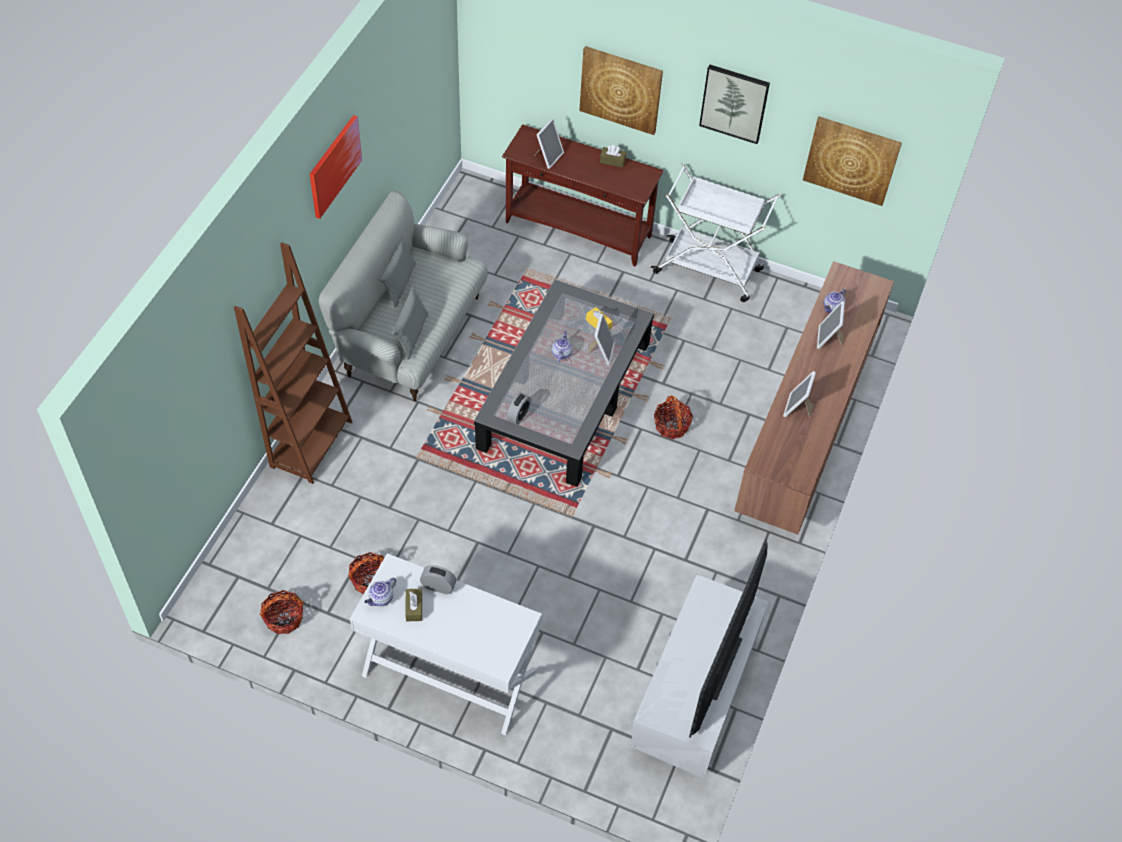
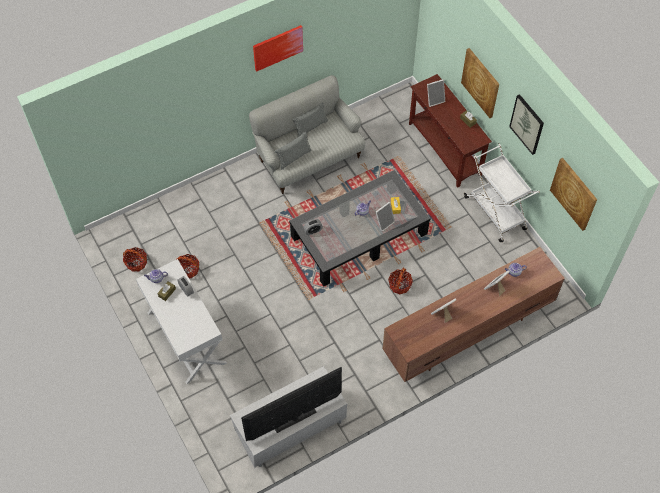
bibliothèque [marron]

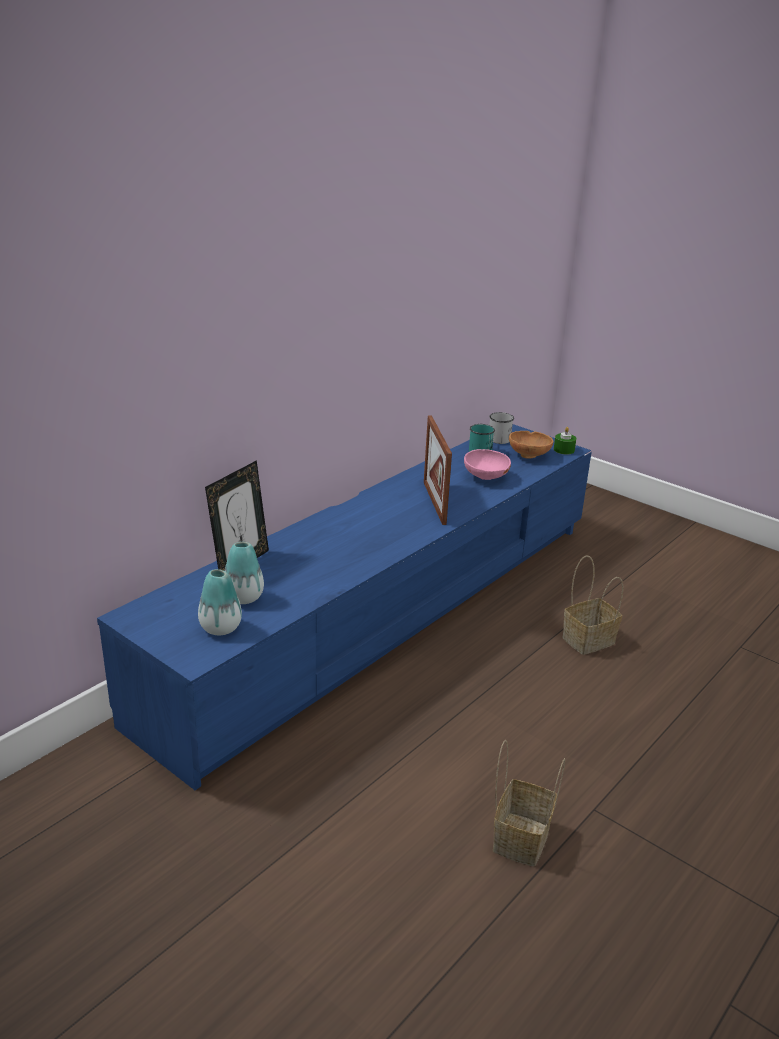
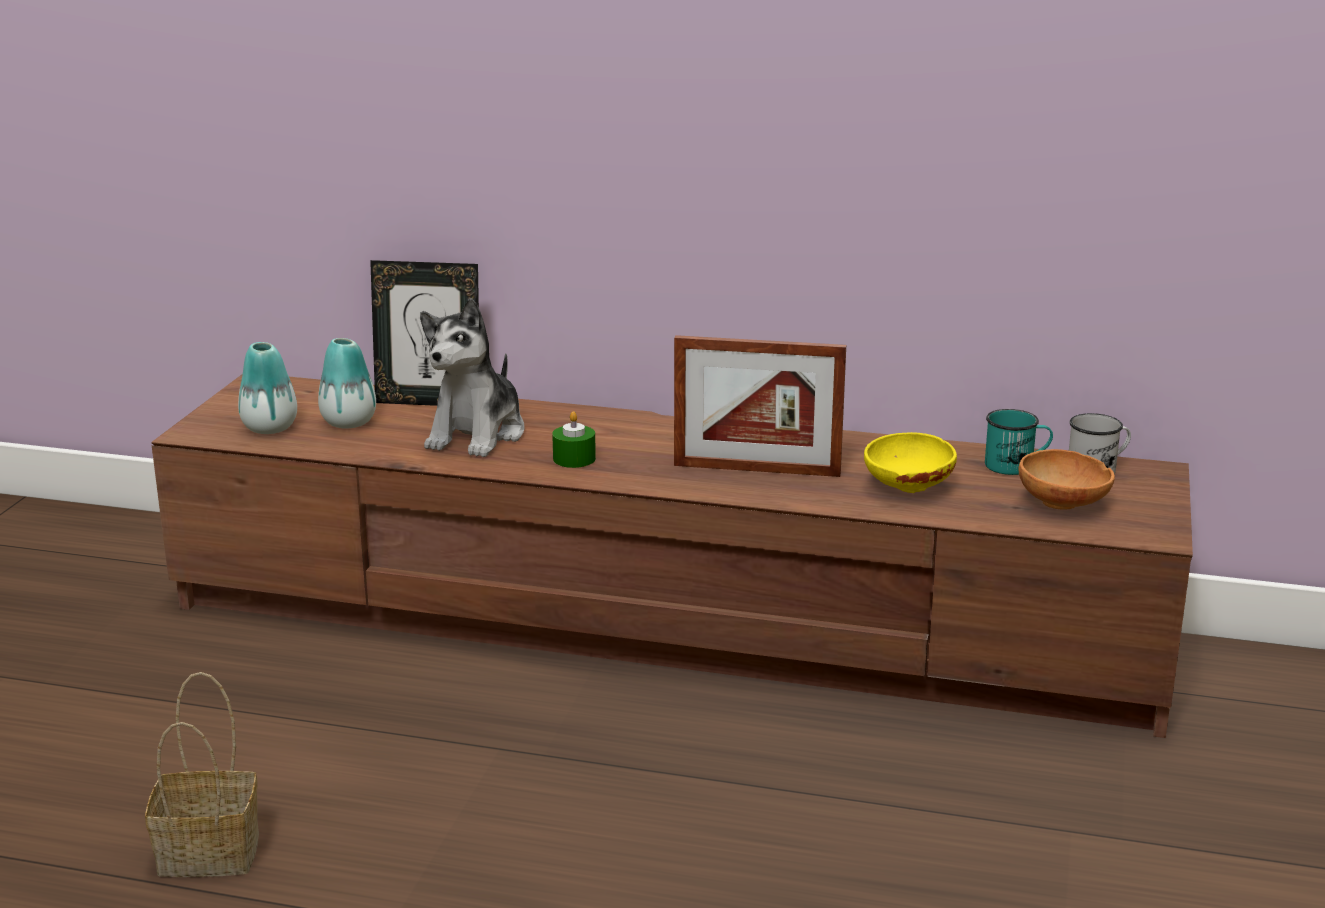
panier (no. 2 from left in the first image)
peluche
bougie [vert]
meuble télé [marron]
bol [jaune]
cadre photo (no. 2 from left)

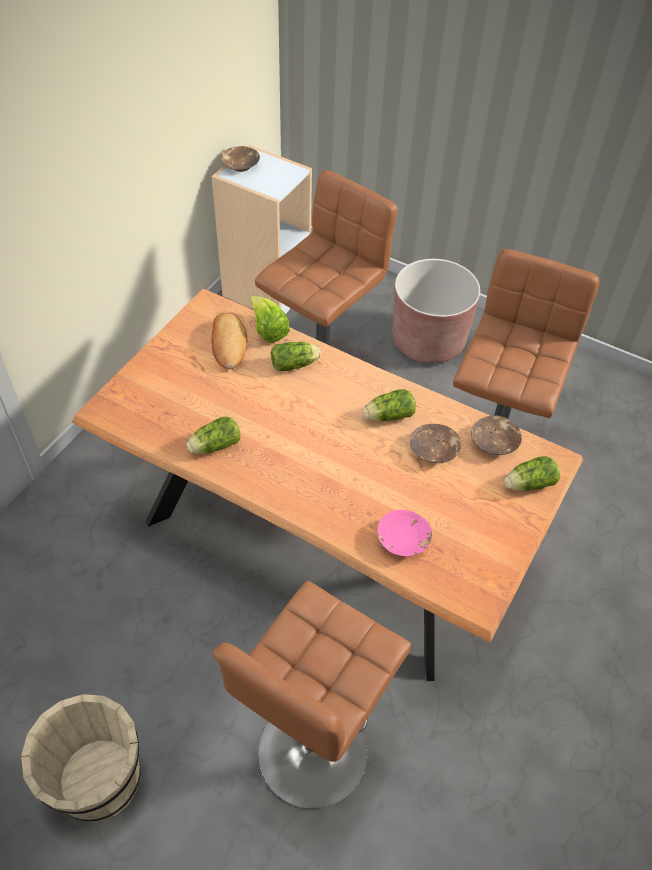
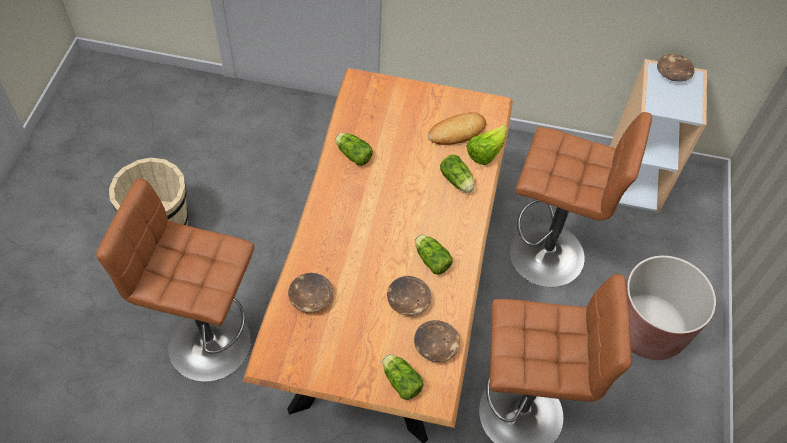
bol [marron] (no. 1 from left)

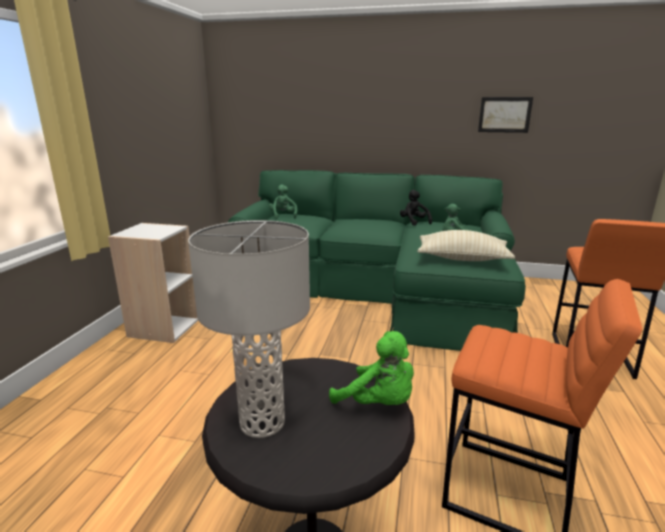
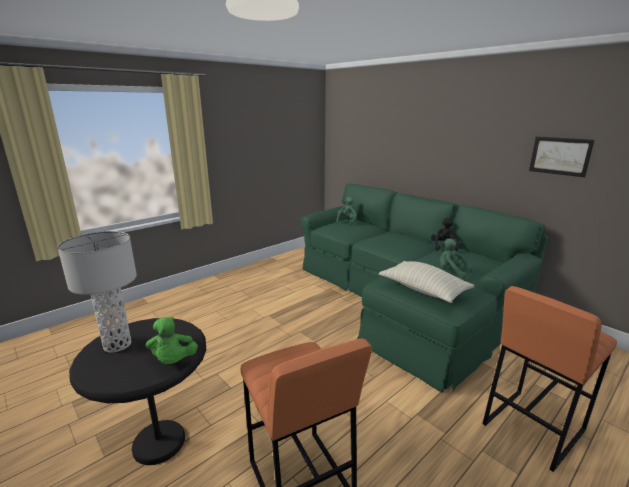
bibliothèque

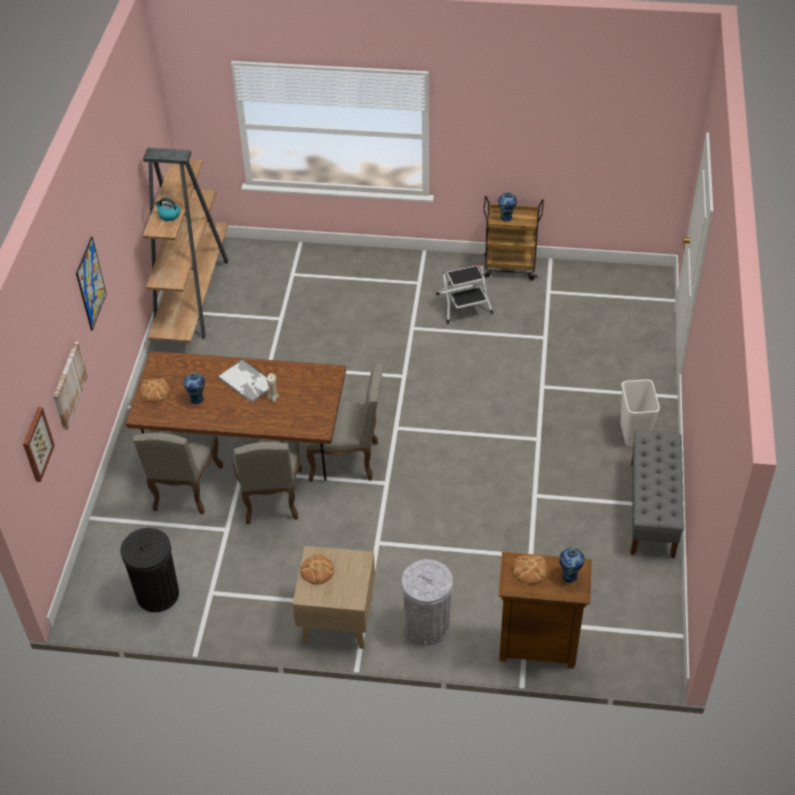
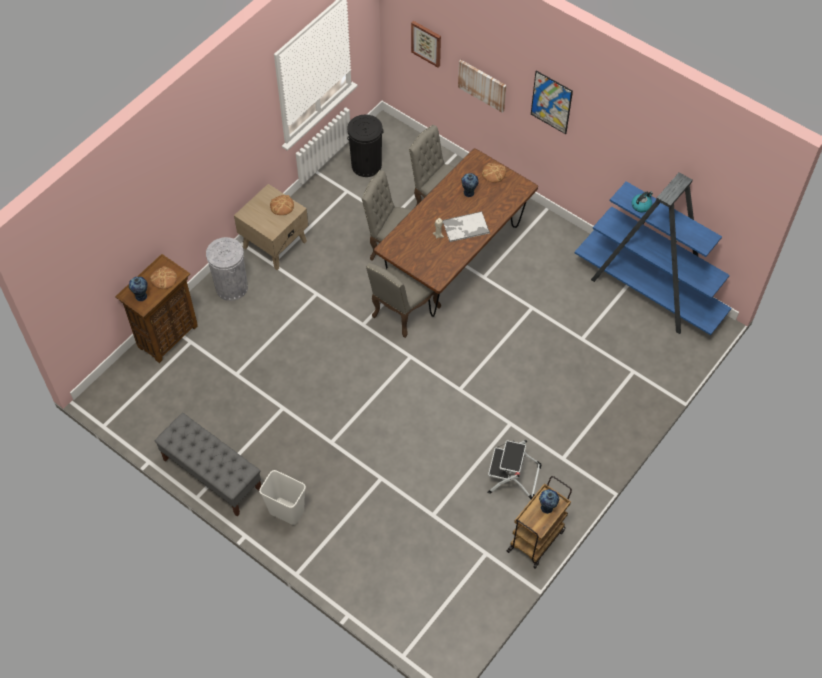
bibliothèque [bleu]

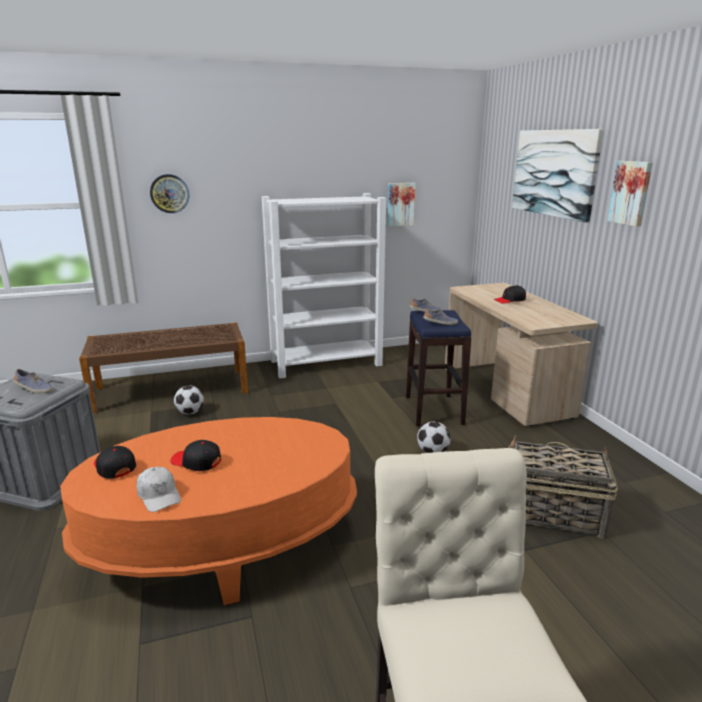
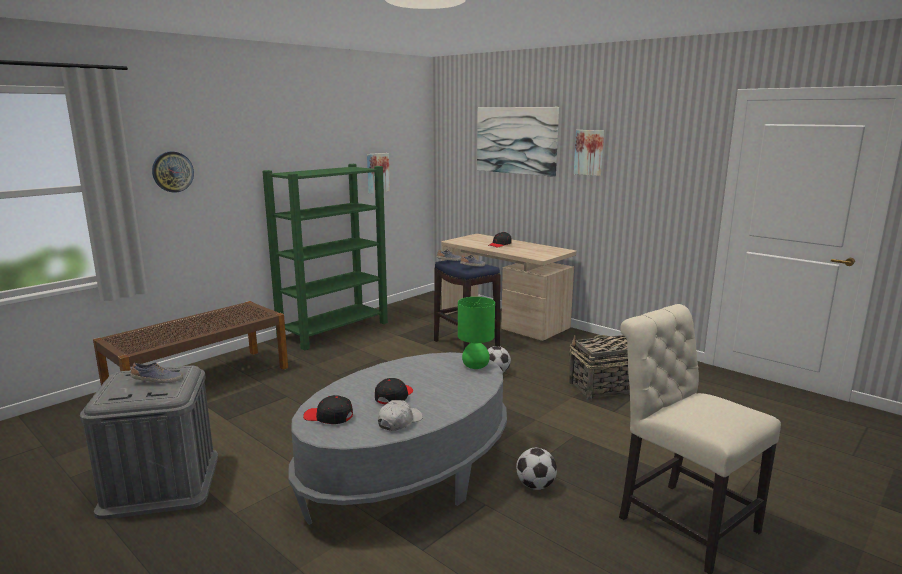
lampe de table [vert]
ballon de foot (no. 2 from left)
table basse [gris]
bibliothèque [vert]
casquette [blanc]
casquette [noir] (no. 2 from left)

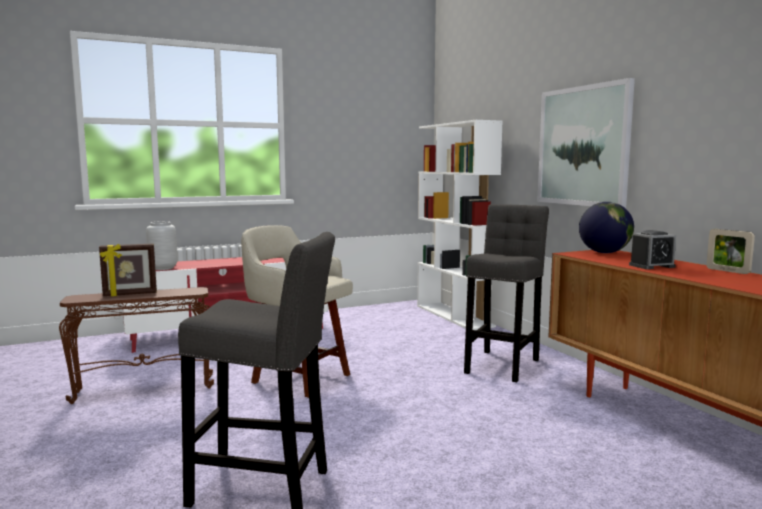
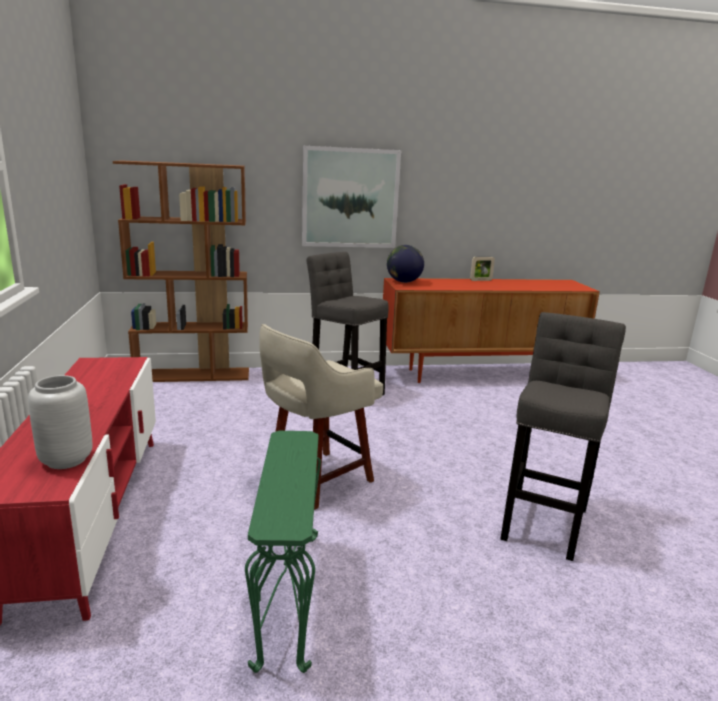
cadre photo (no. 1 from left in the first image)
réveil
table d'appoint [vert]
bibliothèque [marron]

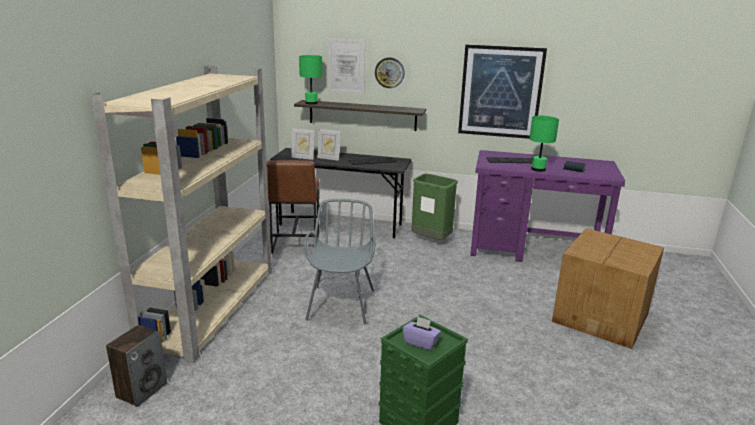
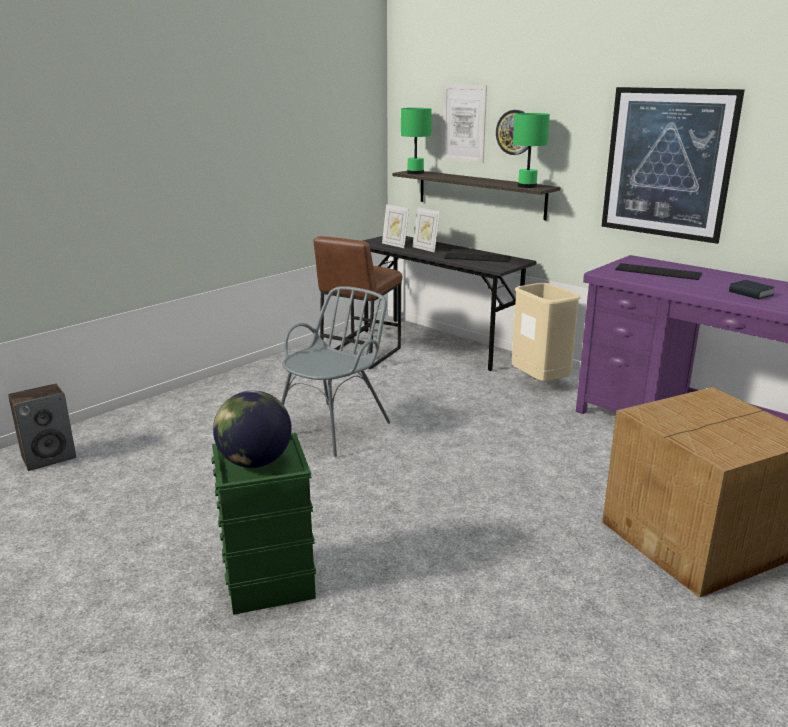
bibliothèque [beige]
lampe de table [vert] (no. 2 from left)
globe
poubelle [beige]

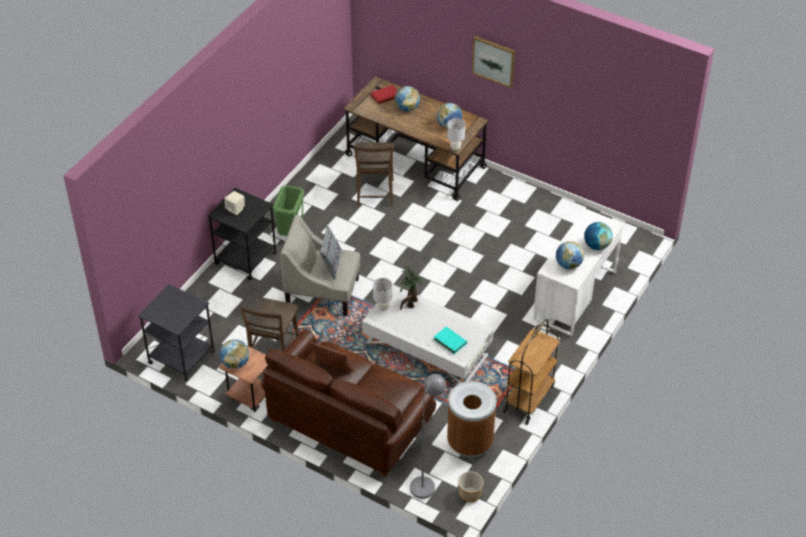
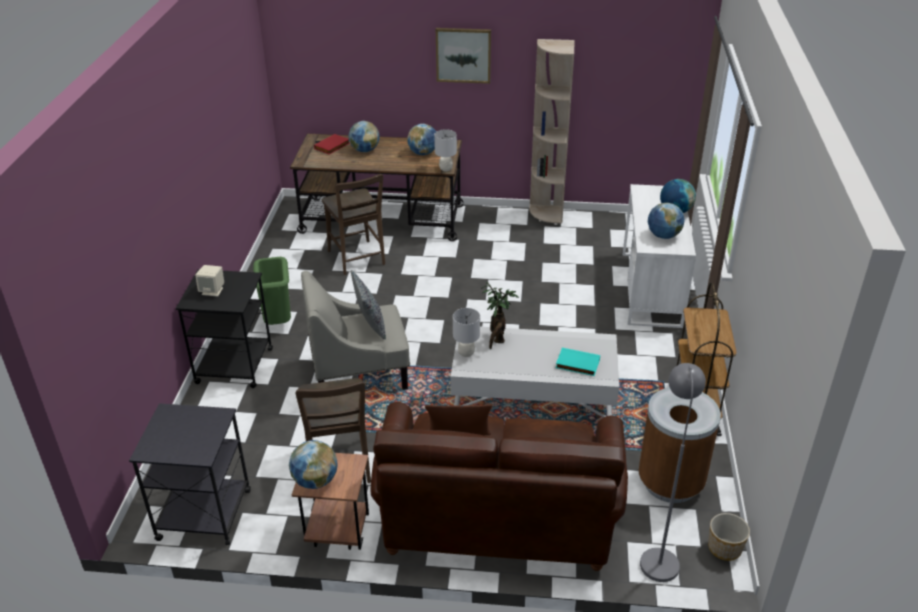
bibliothèque [beige]

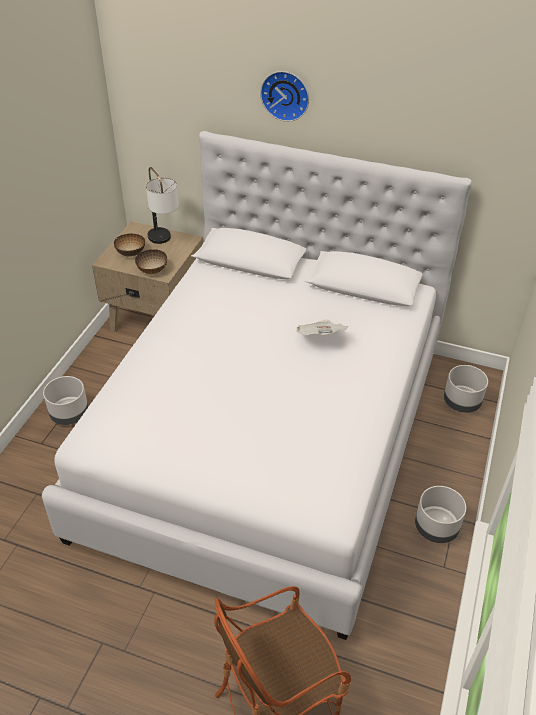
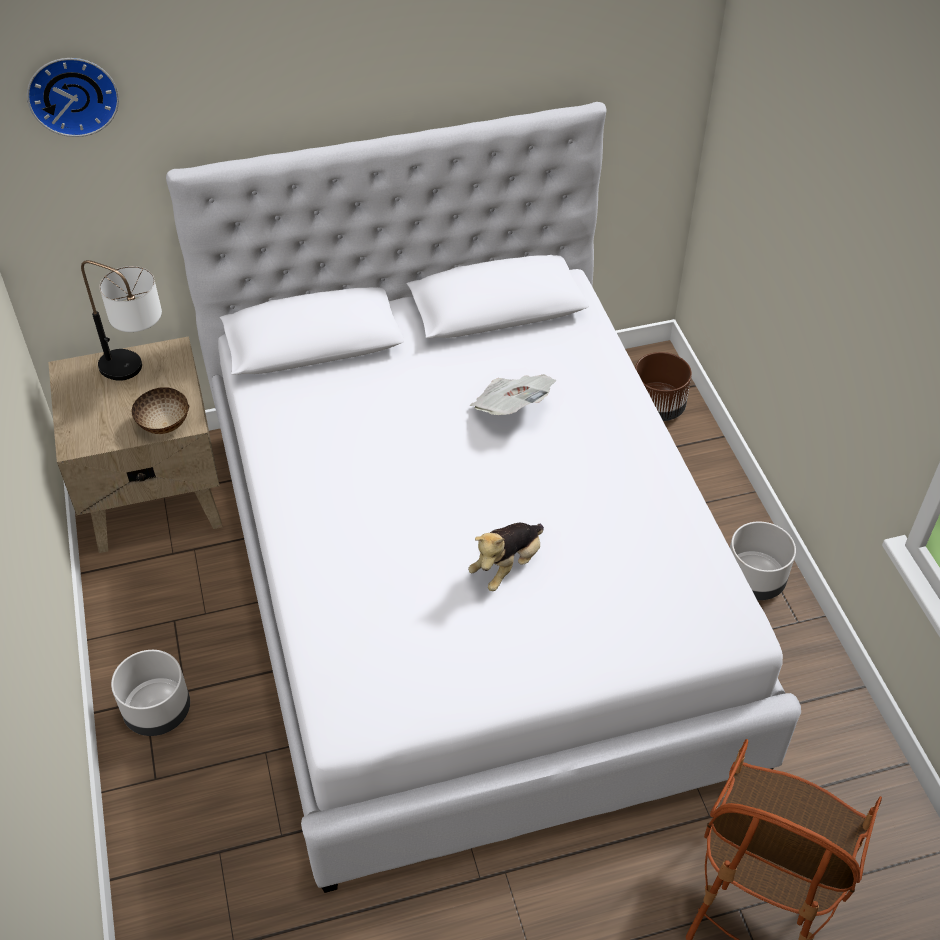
bol (no. 1 from left in the first image)
peluche
horloge murale
cache-pot [marron]

